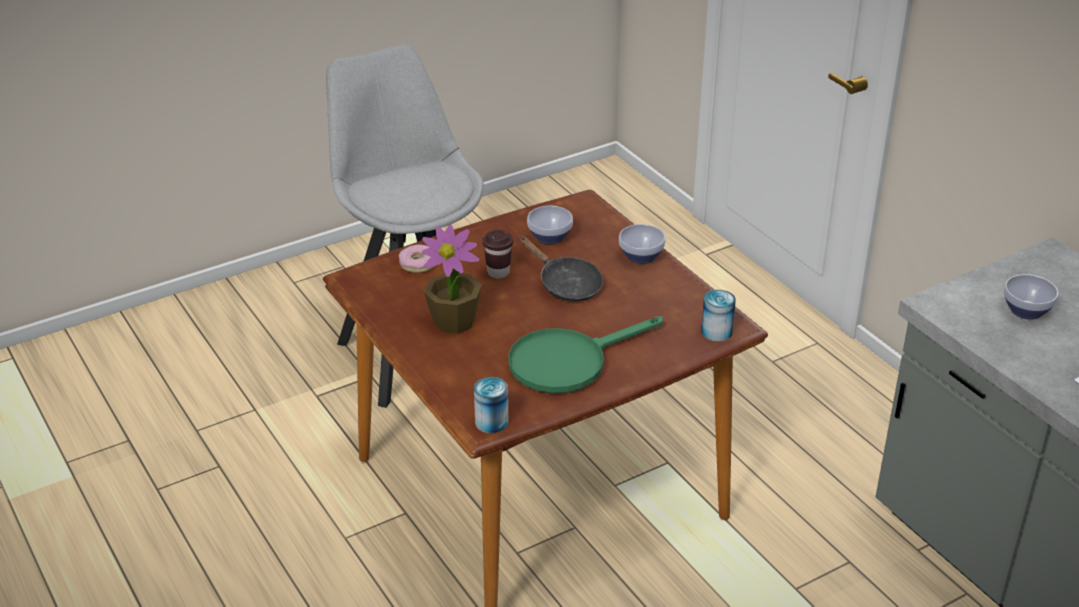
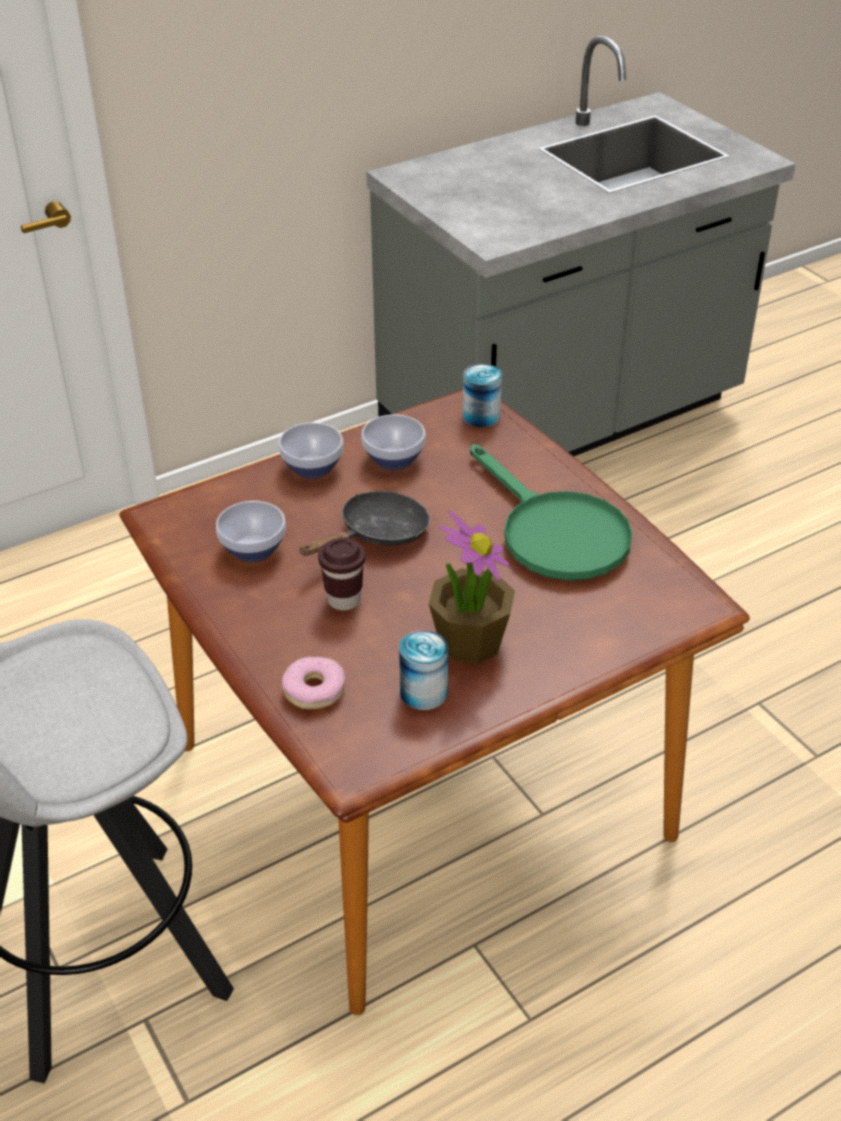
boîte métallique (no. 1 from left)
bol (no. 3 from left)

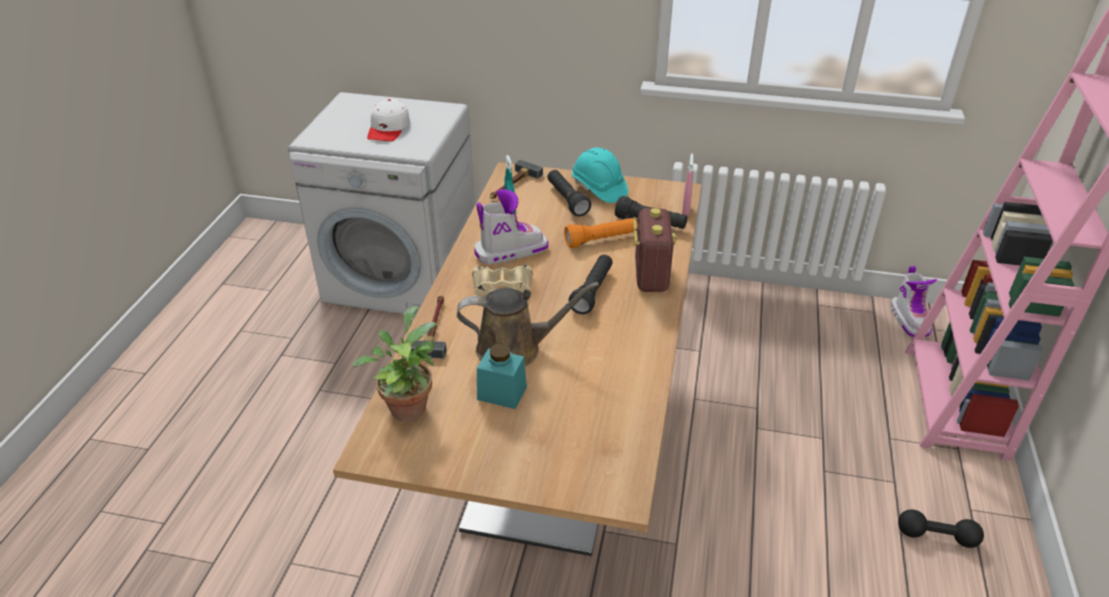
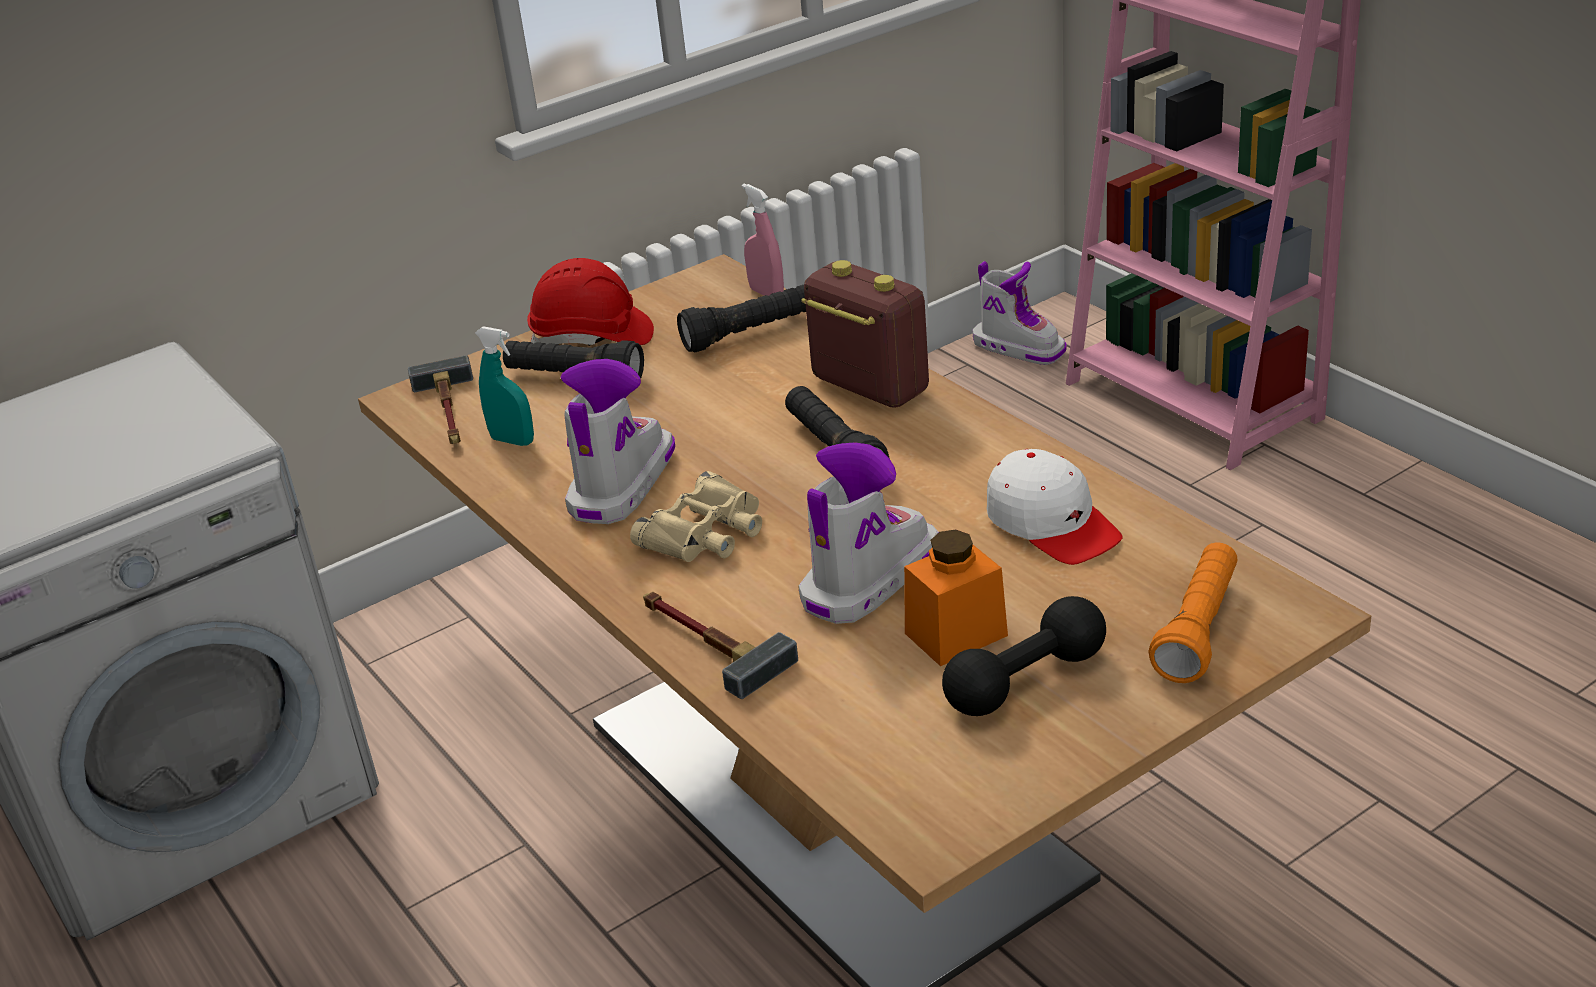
plante en pot
casquette [blanc]
lampe de poche [orange]
haltère [noir]
botte (no. 2 from left)
bocal [orange]
casque de chantier [rouge]

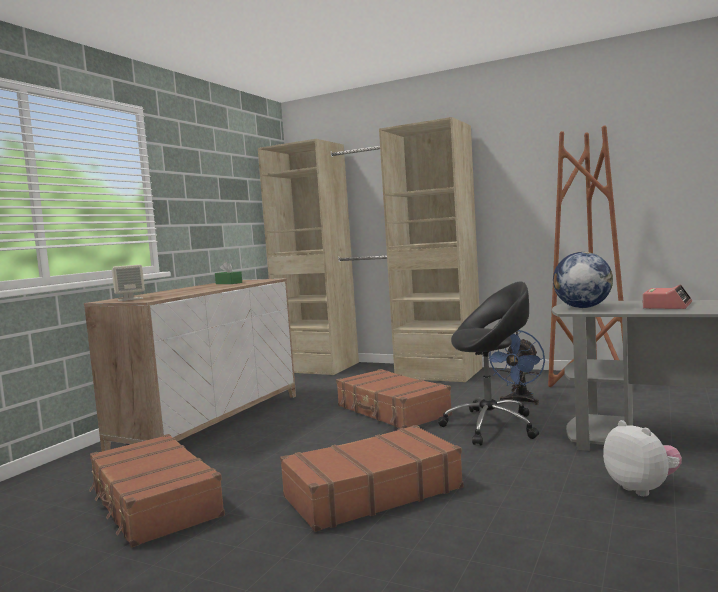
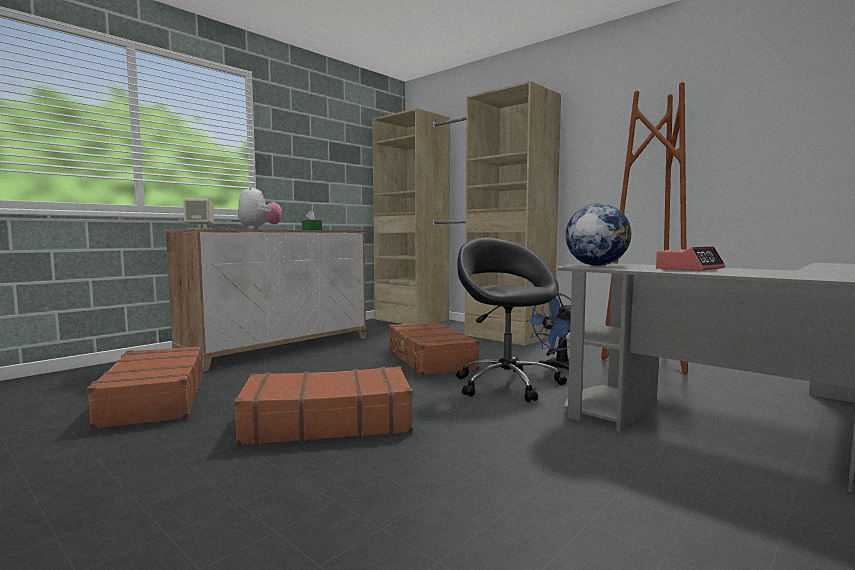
peluche
chaise de bureau [noir]

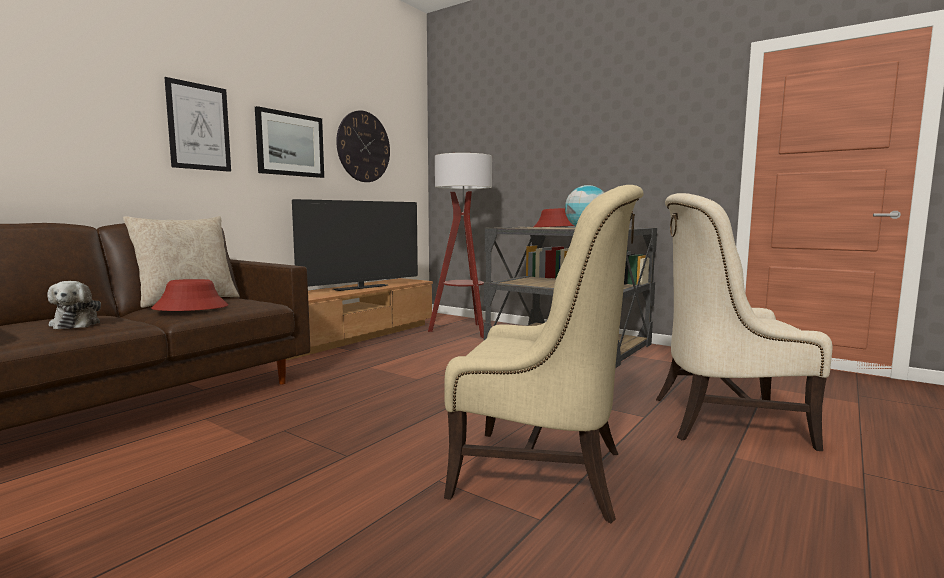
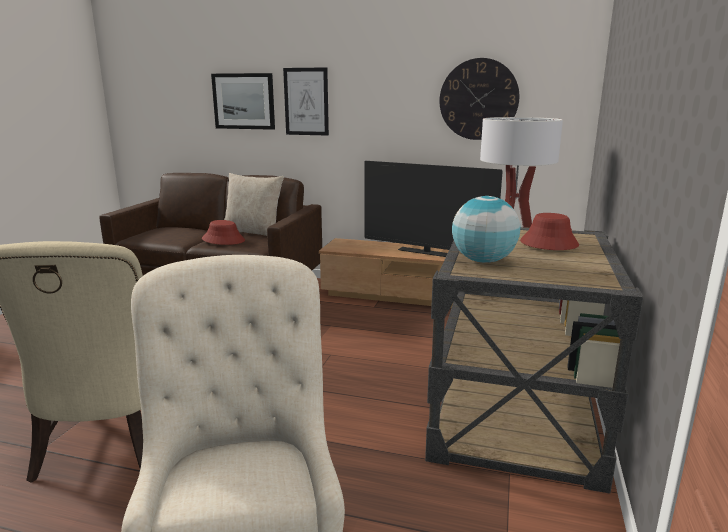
peluche
tableau (no. 1 from left)

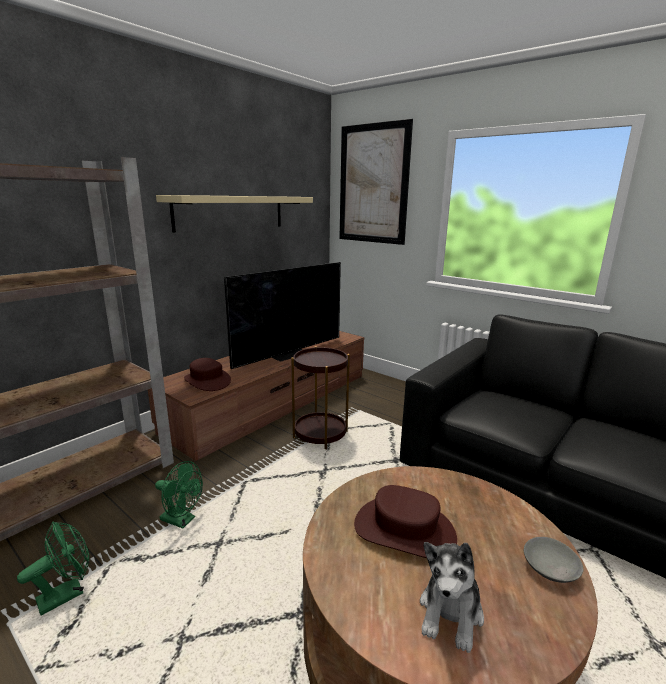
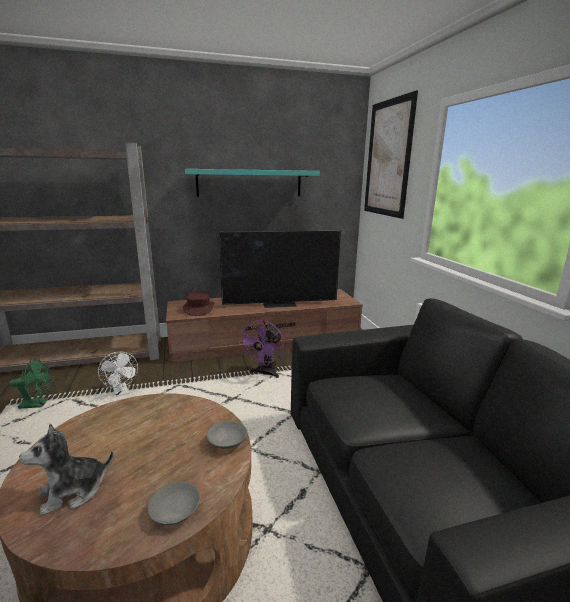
chapeau [marron] (no. 2 from left in the first image)
bol [gris] (no. 2 from left)
ventilateur [violet]
ventilateur [blanc]
étagère [turquoise]

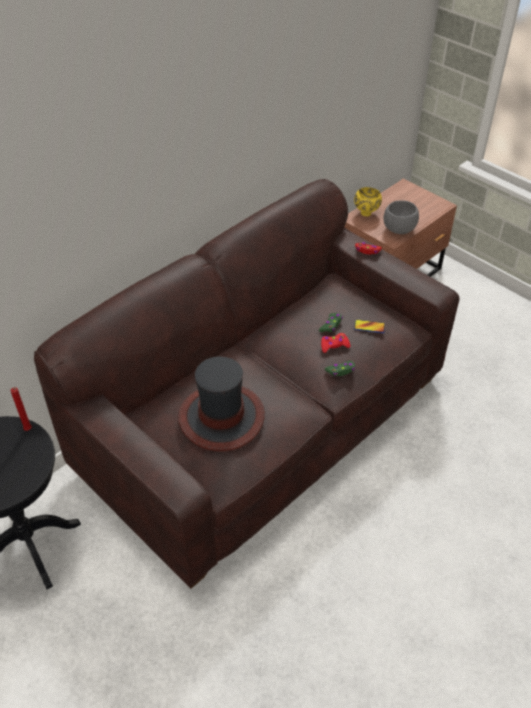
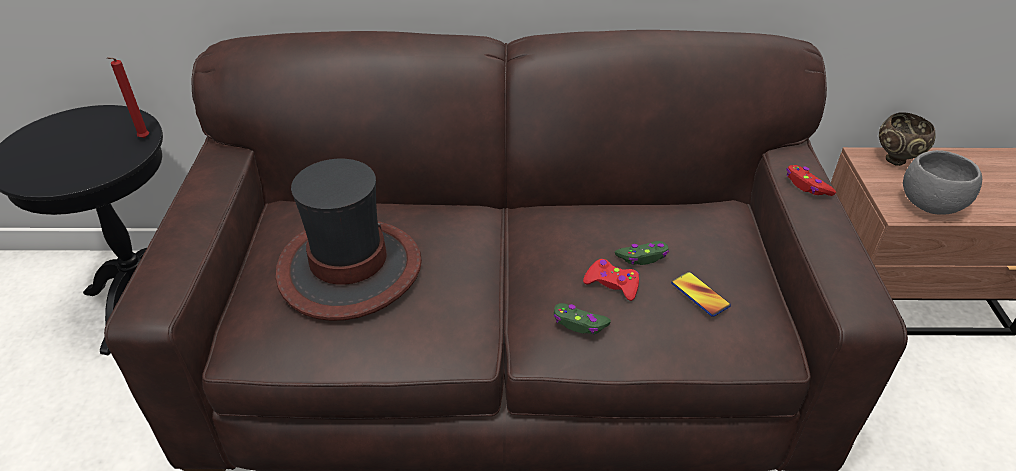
bol [marron]

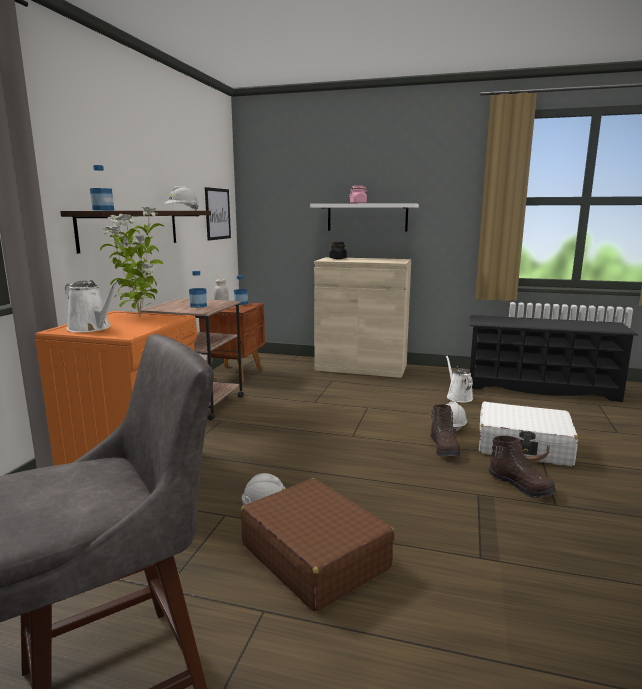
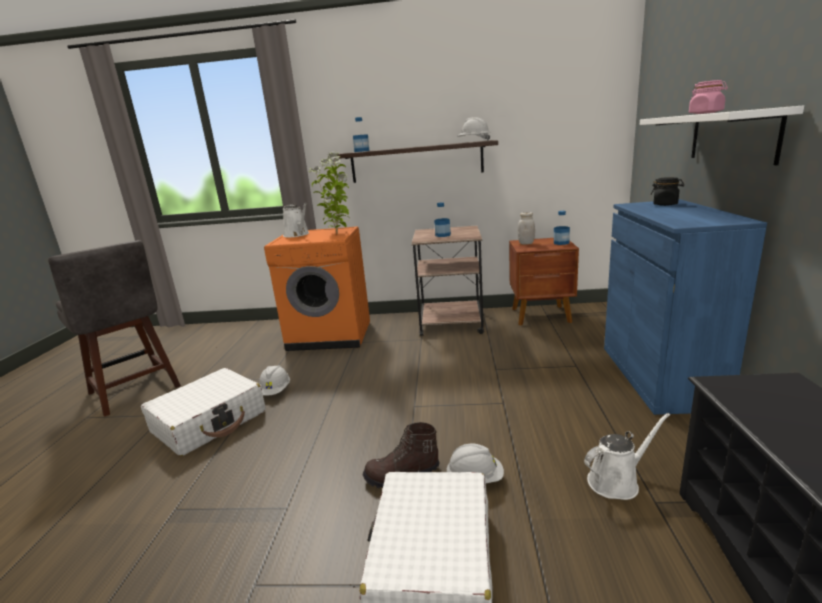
tableau
botte [marron] (no. 2 from left in the first image)
valise [blanc] (no. 1 from left)
meuble de rangement [bleu]
arrosoir [blanc] (no. 1 from left)

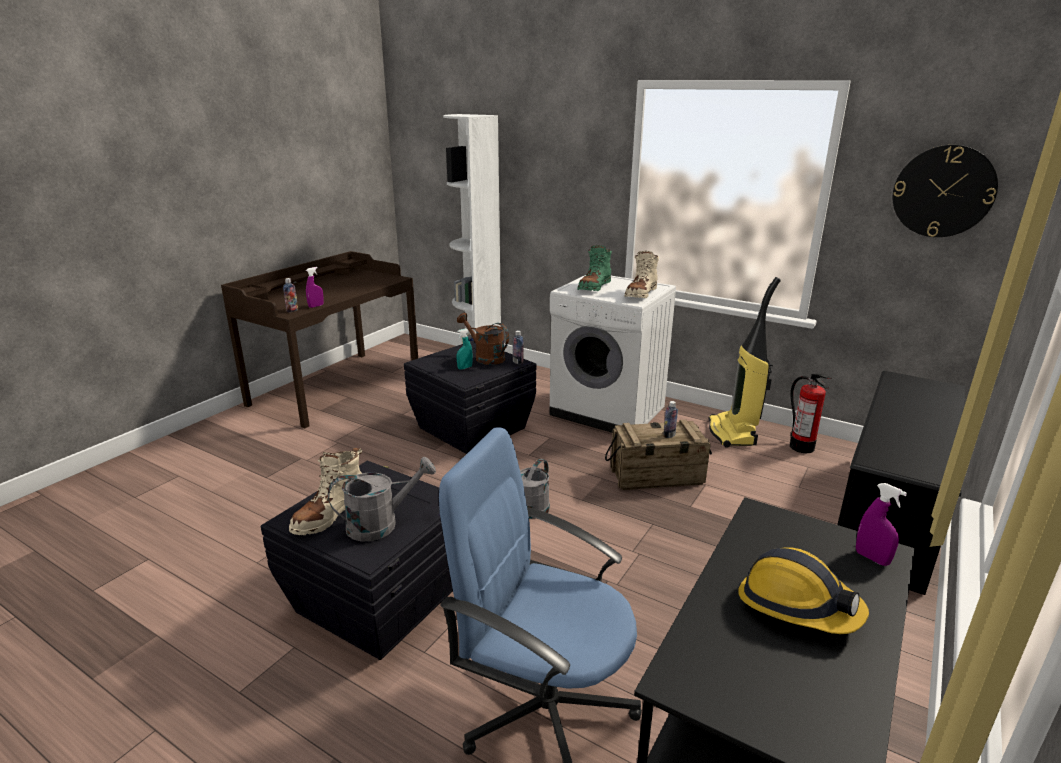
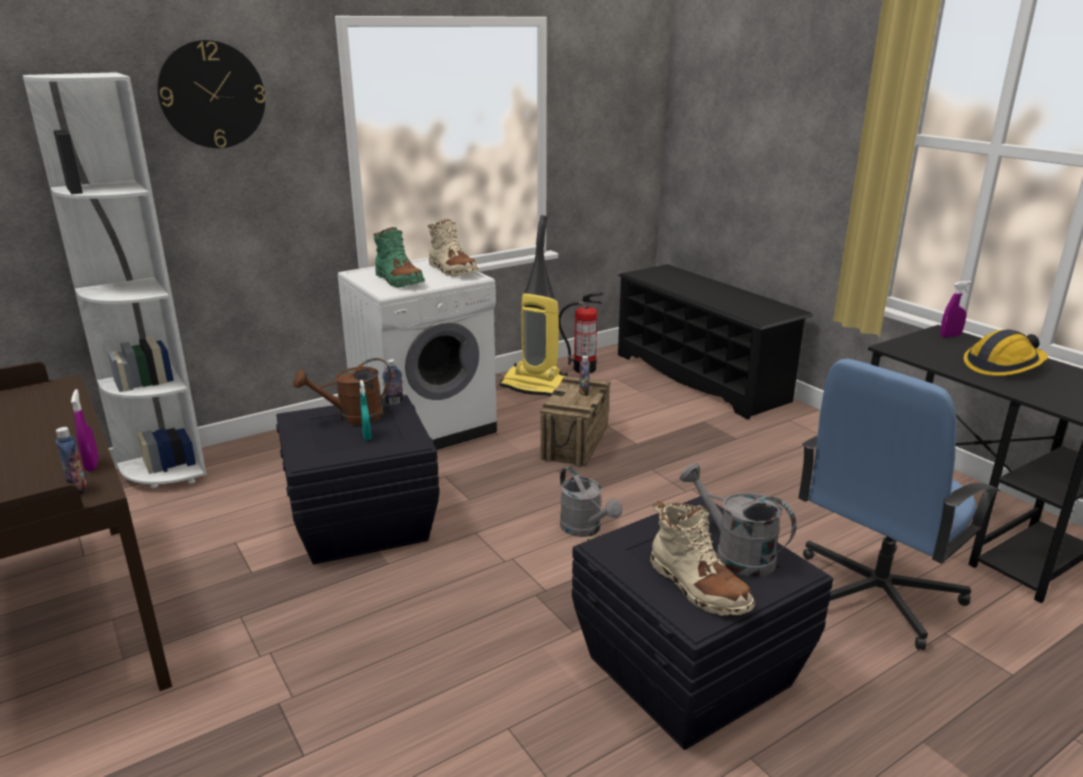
horloge murale
arrosoir [gris] (no. 2 from left)

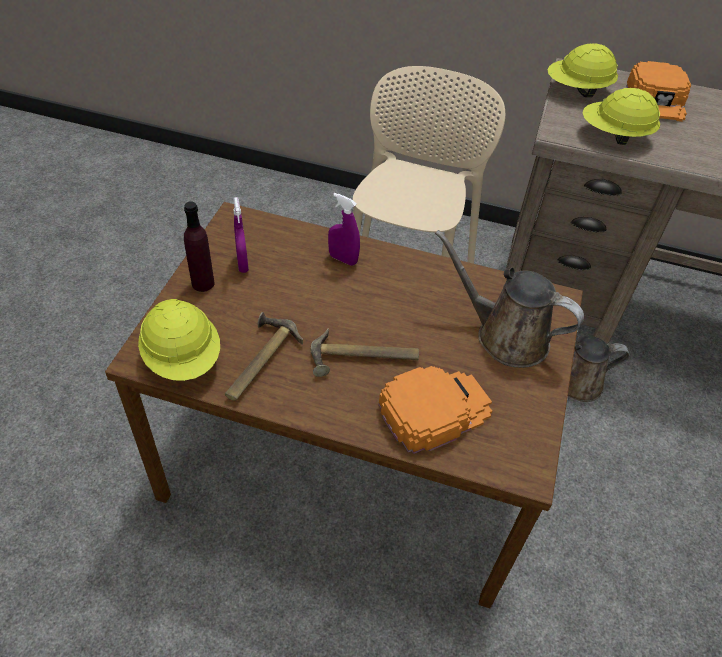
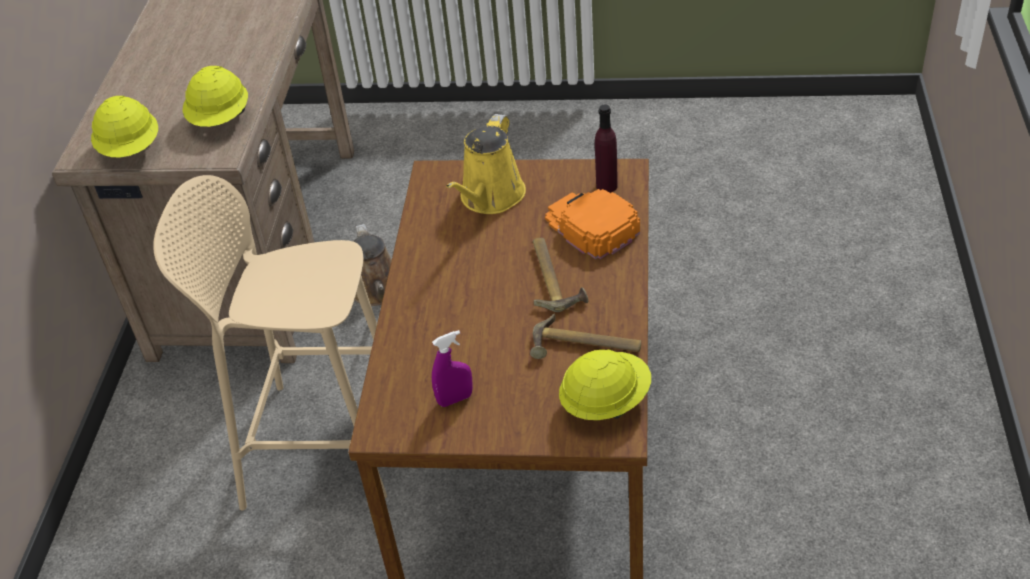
vaporisateur [violet] (no. 2 from left in the first image)
casquette [orange] (no. 2 from left in the first image)
bouteille [violet]
arrosoir [jaune]

